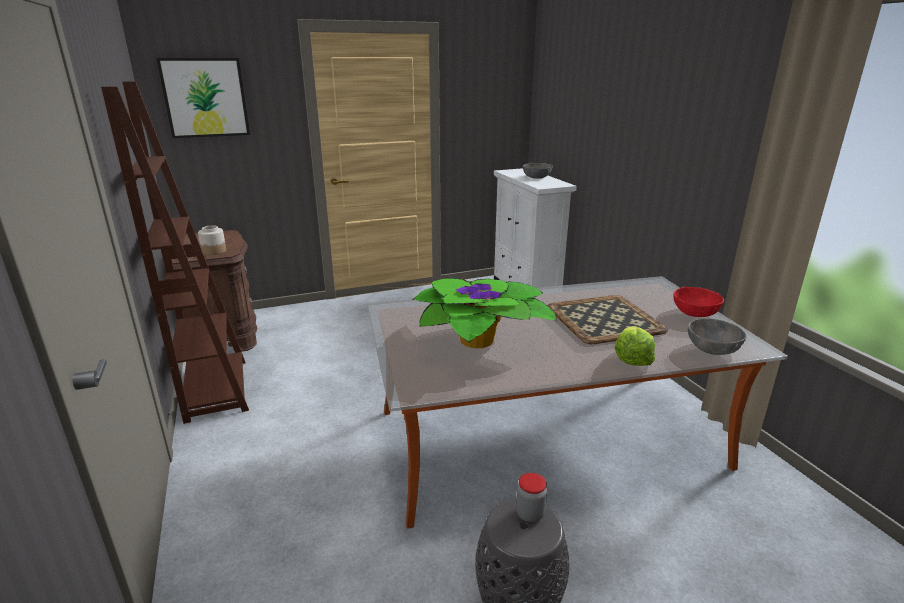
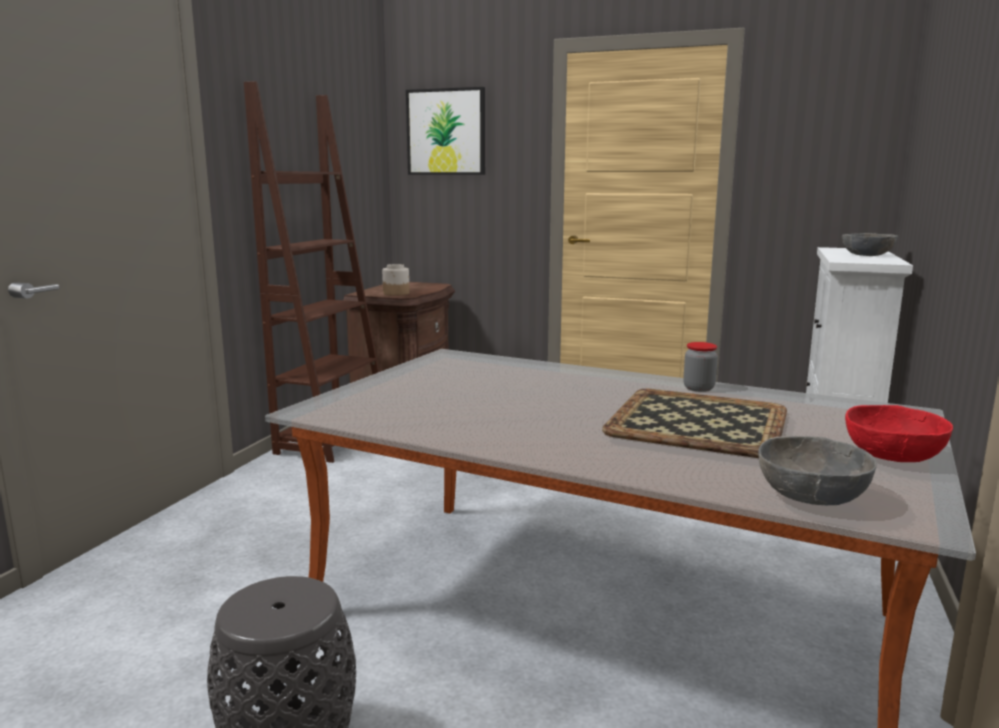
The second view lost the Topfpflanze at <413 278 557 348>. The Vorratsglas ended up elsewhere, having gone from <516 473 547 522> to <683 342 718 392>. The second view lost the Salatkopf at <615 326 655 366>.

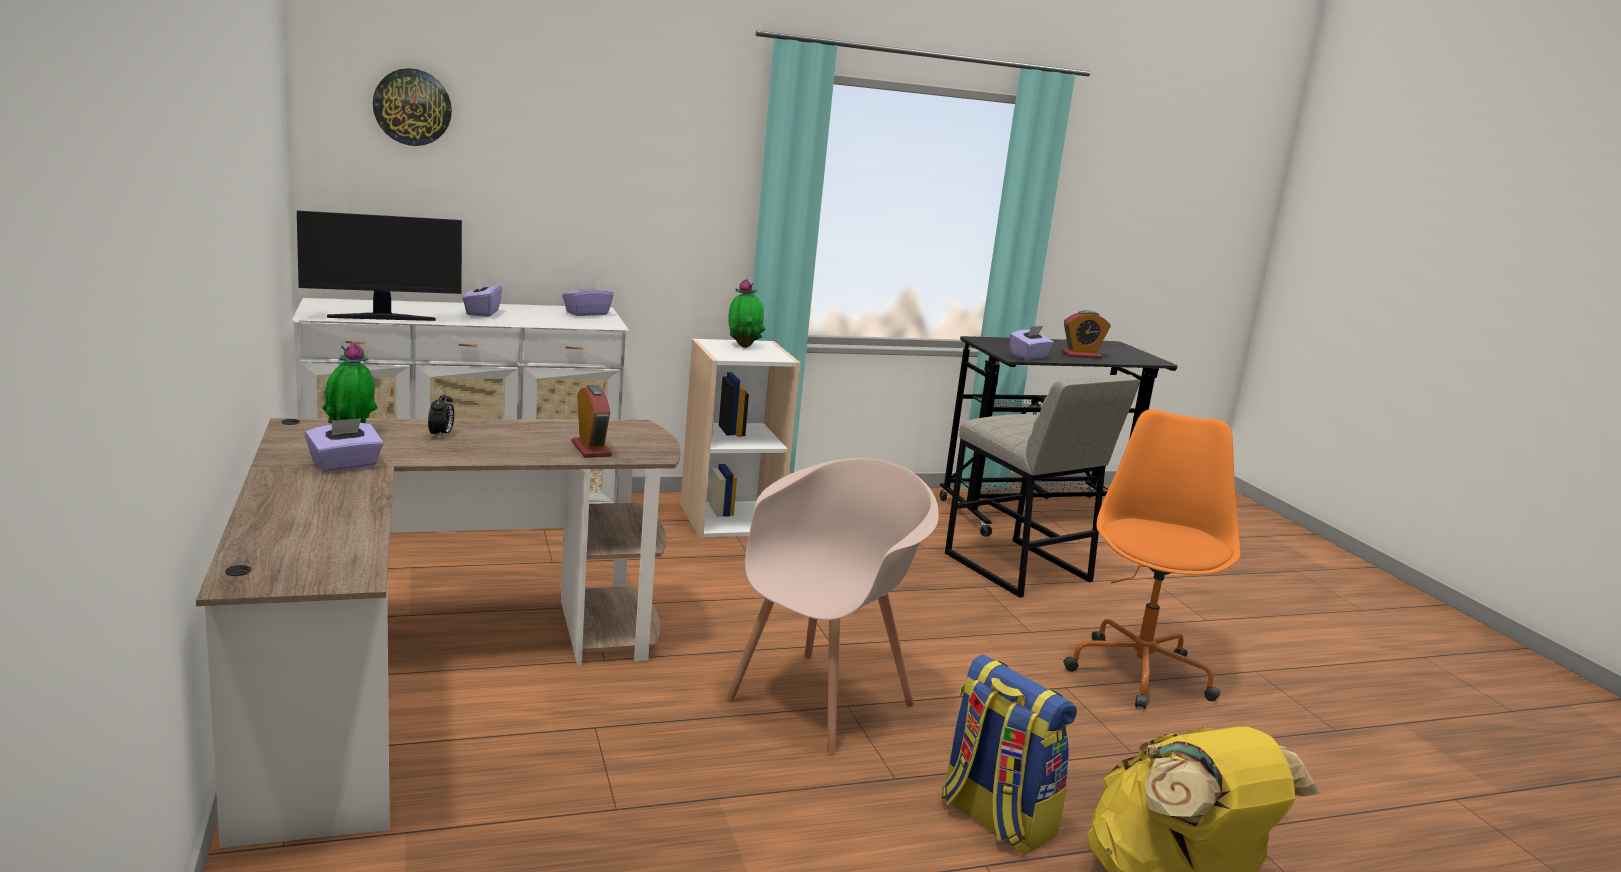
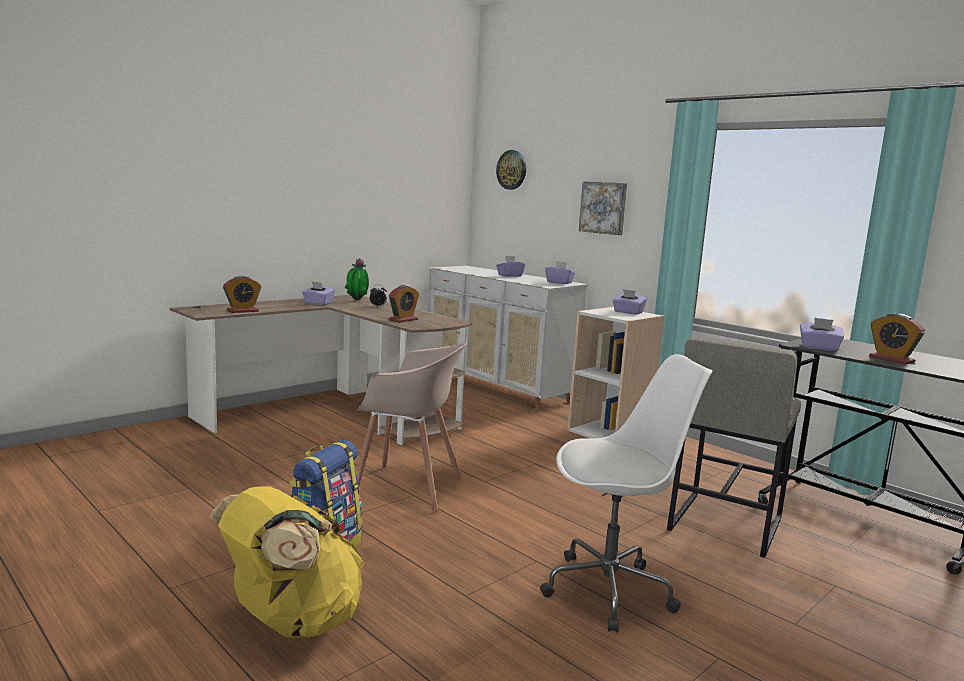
The second view lost the Monitor at <297 211 462 321>. Where the Topfpflanze stood at <728 279 766 348>, the Taschentuchbox/lila came to stand at <612 289 647 315>. What was the Bürostuhl/orange at <1063 409 1241 709> turned into the Bürostuhl/weiß at <540 354 712 633>. The second view gained the Wecker at <223 276 261 313>. The second view gained the Bild at <579 181 627 235>.

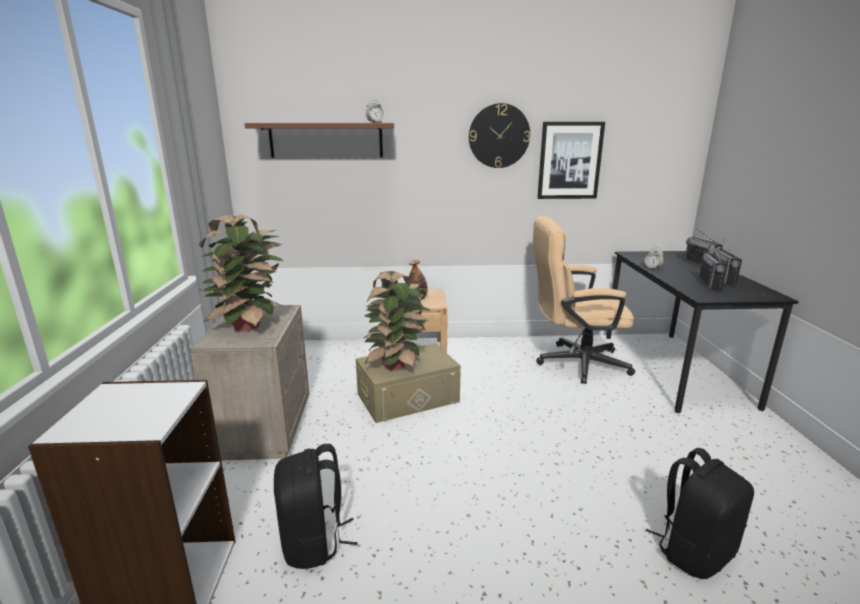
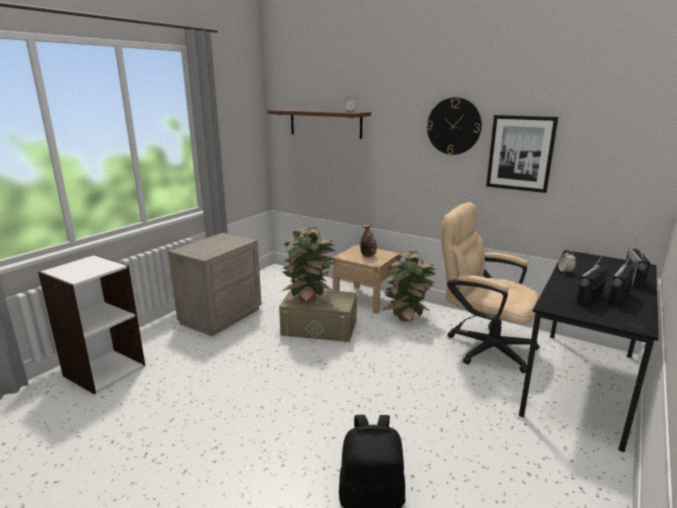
The Topfpflanze ended up elsewhere, having gone from <199 215 283 332> to <383 251 436 322>. The second view lost the Rucksack/schwarz at <274 444 358 569>.

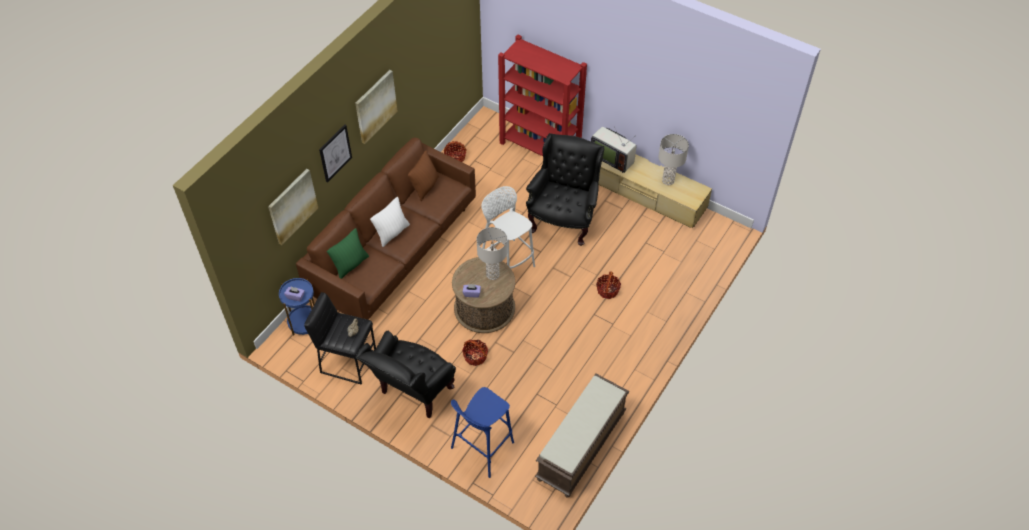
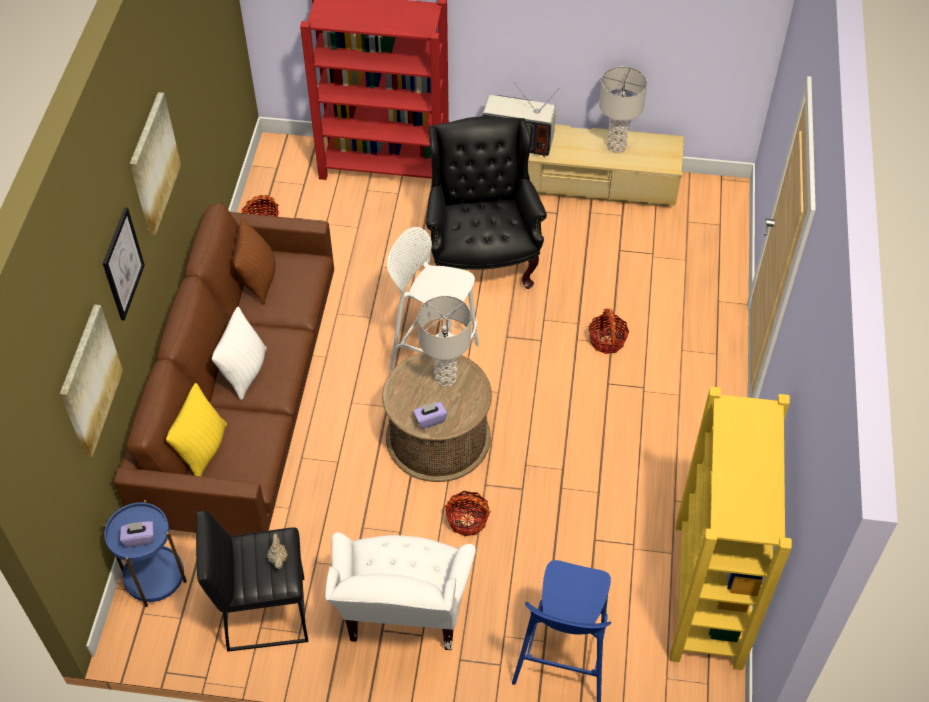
What was the Kissen/grün at <327 228 369 279> turned into the Kissen/gelb at <166 383 227 476>. What was the Sessel/schwarz at <355 331 456 418> turned into the Sessel/weiß at <325 532 476 650>. Where the Bank/braun stood at <535 374 630 497>, the Bücherregal/gelb came to stand at <670 387 792 670>.

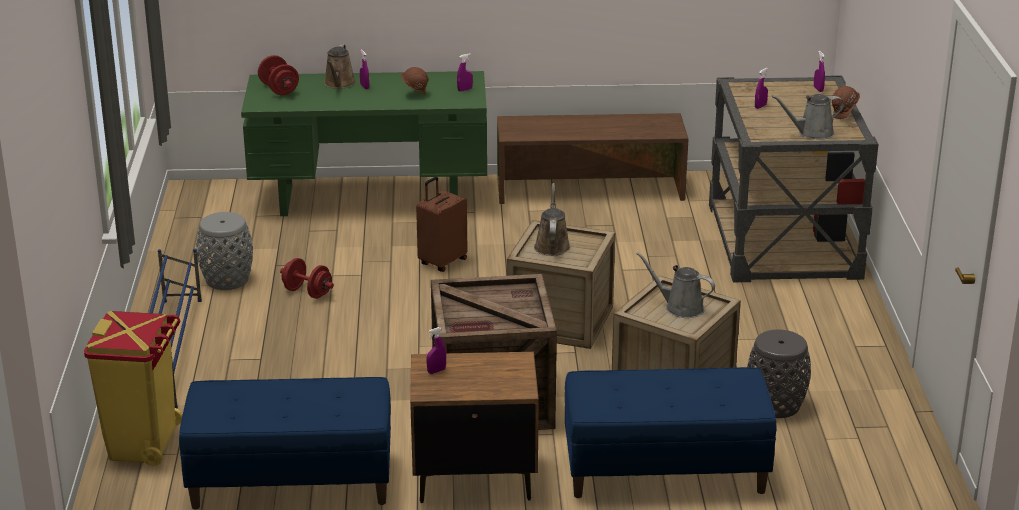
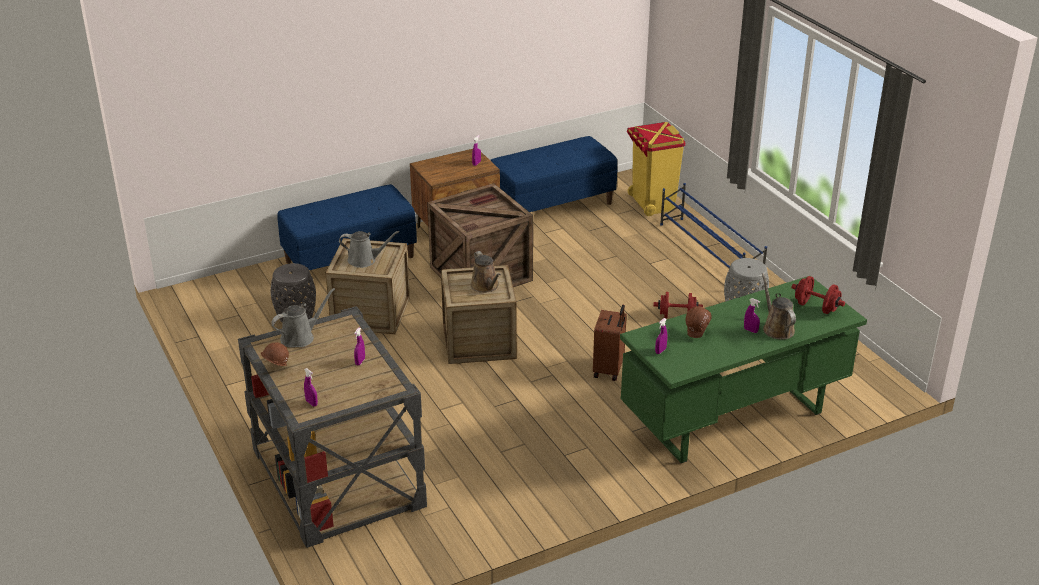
The second view lost the Bank/braun at <497 113 688 204>.

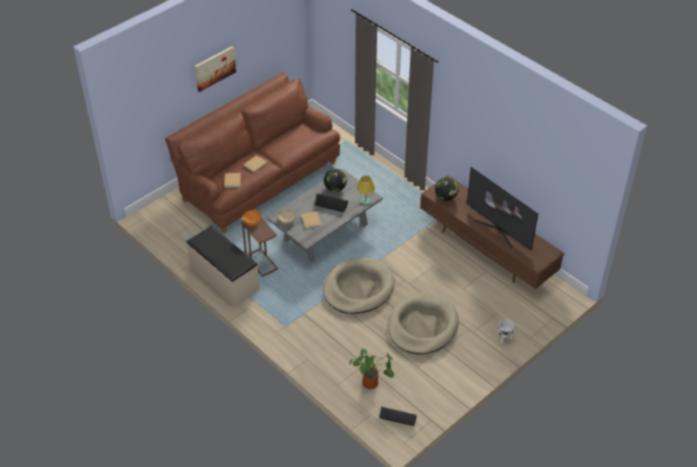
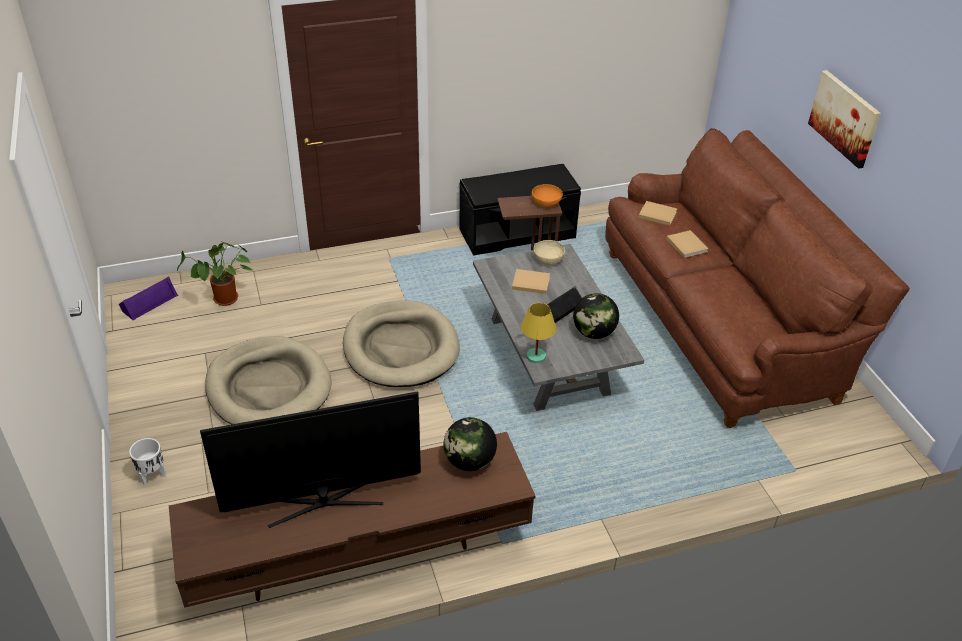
What was the Bank/beige at <186 226 260 307> turned into the Bank/schwarz at <459 164 581 256>. What was the Lautsprecher/schwarz at <379 407 417 426> turned into the Lautsprecher/lila at <119 277 178 320>.

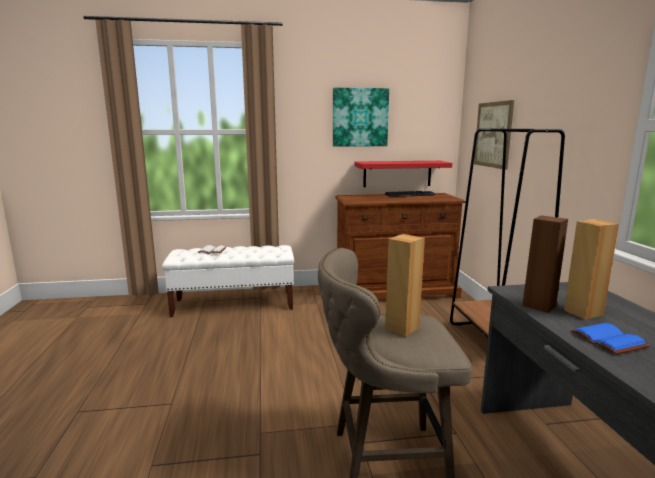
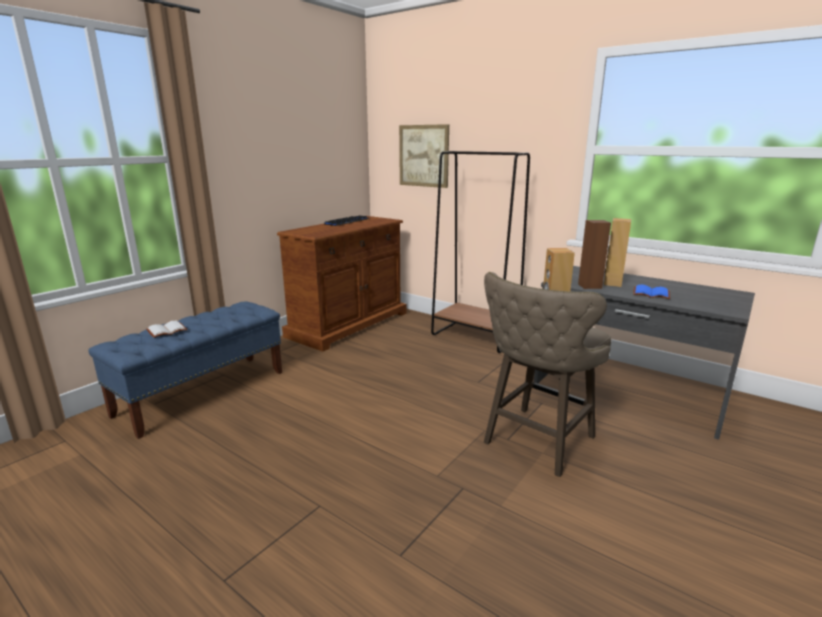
What was the Bank/weiß at <162 245 294 317> turned into the Bank/blau at <88 302 282 439>. The second view lost the Bild at <333 88 389 147>. The second view lost the Wandregal/rot at <354 161 452 187>.

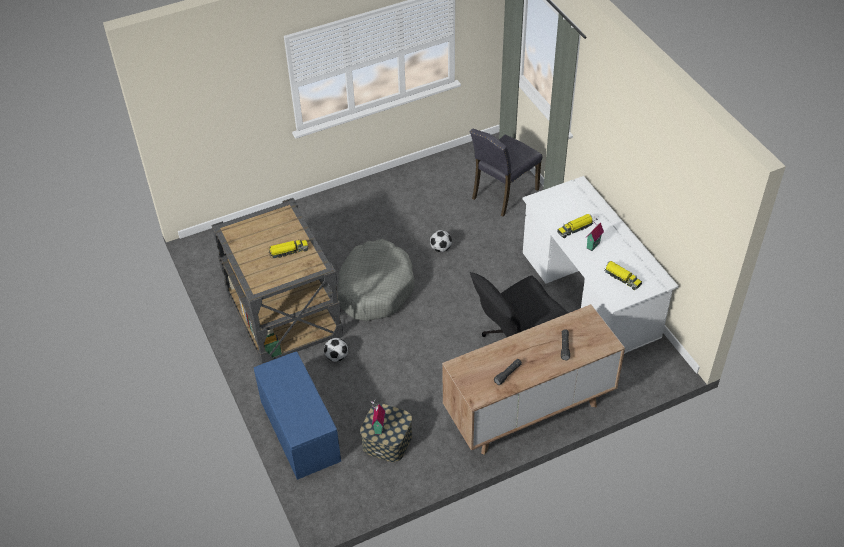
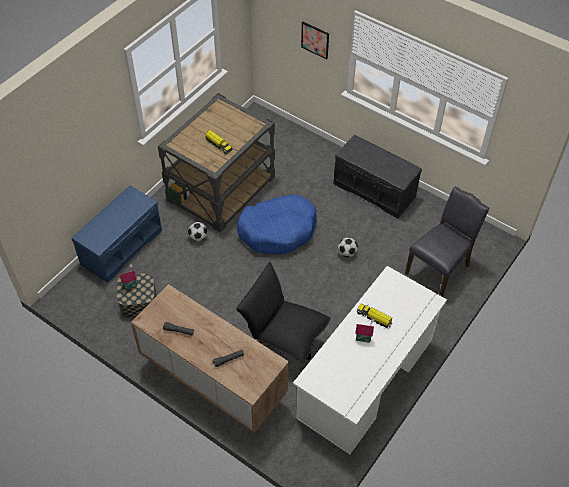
What was the Hundebett/grau at <338 239 415 321> turned into the Hundebett/blau at <237 195 317 254>. The Stuhl/grau at <470 129 542 217> ended up facing another way, 120 degrees clockwise from before. The second view lost the Spielzeuglaster at <604 261 642 290>. The second view gained the Bild at <301 22 329 59>. The second view gained the Bank/grau at <334 135 422 219>.

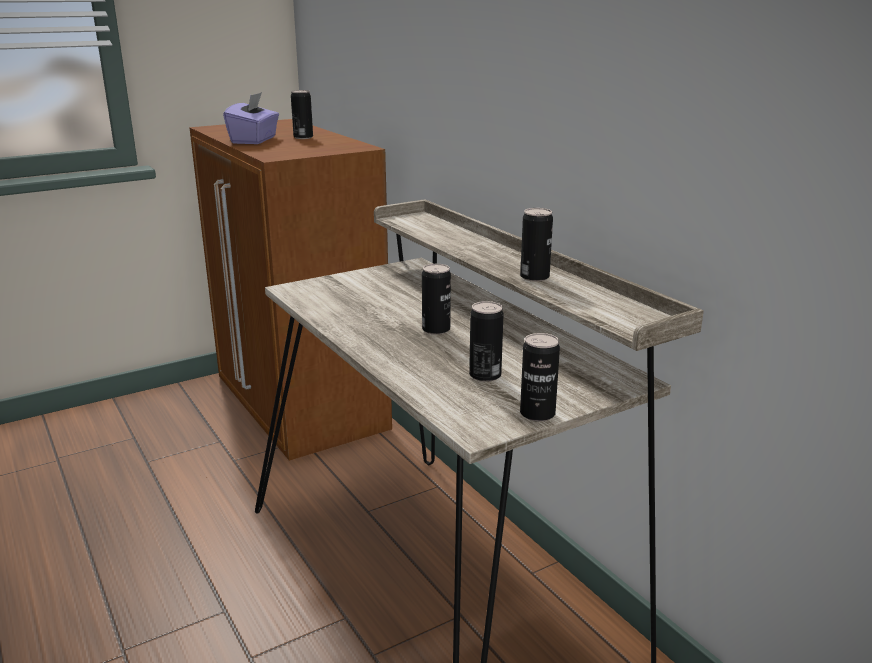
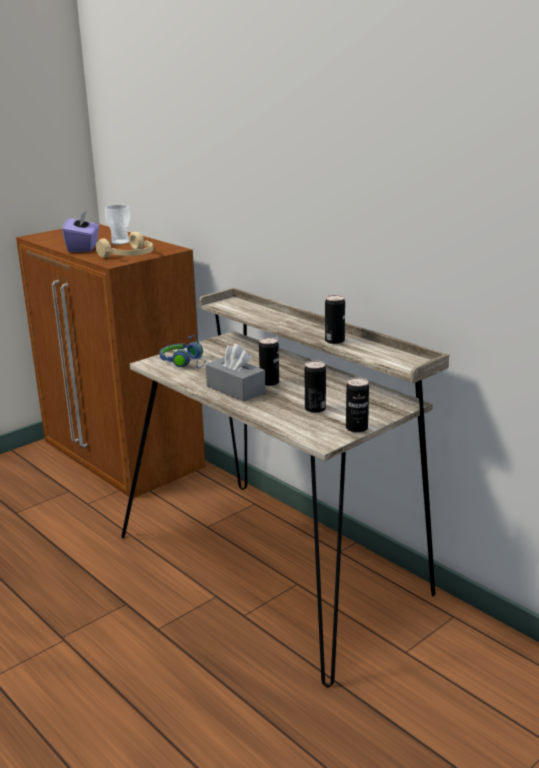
Where the Dose stood at <291 90 313 139>, the Tasse came to stand at <105 205 131 245>. The second view gained the Kopfhörer/beige at <96 232 153 258>. The second view gained the Kopfhörer/blau at <159 334 206 368>. The second view gained the Taschentuchbox/grau at <206 344 266 401>.

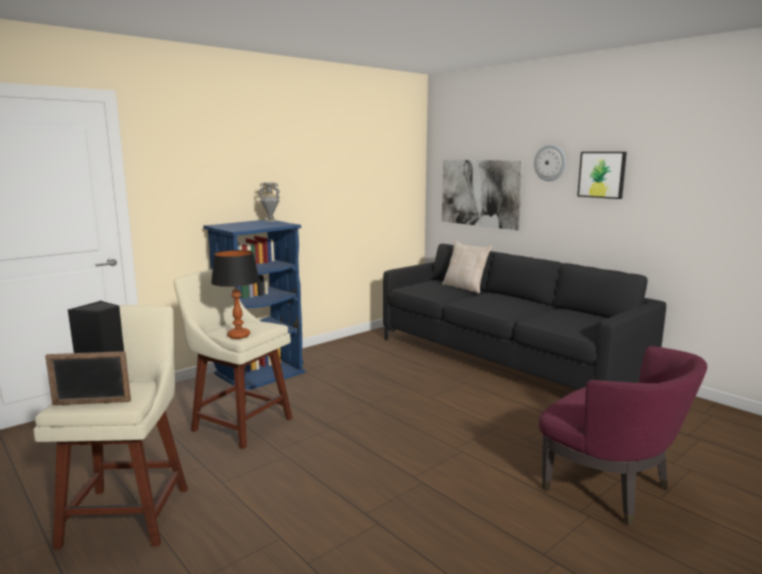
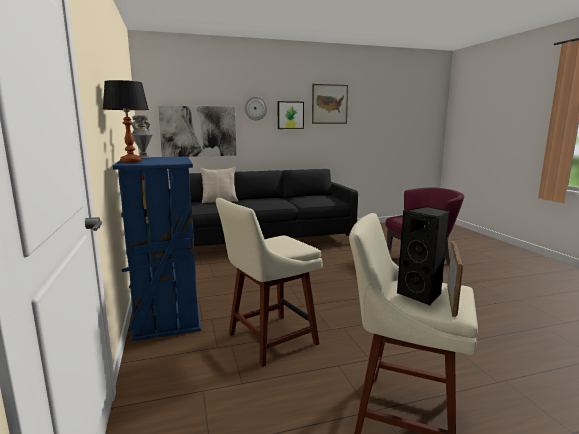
The Tischlampe ended up elsewhere, having gone from <211 250 260 339> to <103 80 149 163>. The second view gained the Bild at <312 84 348 124>.

